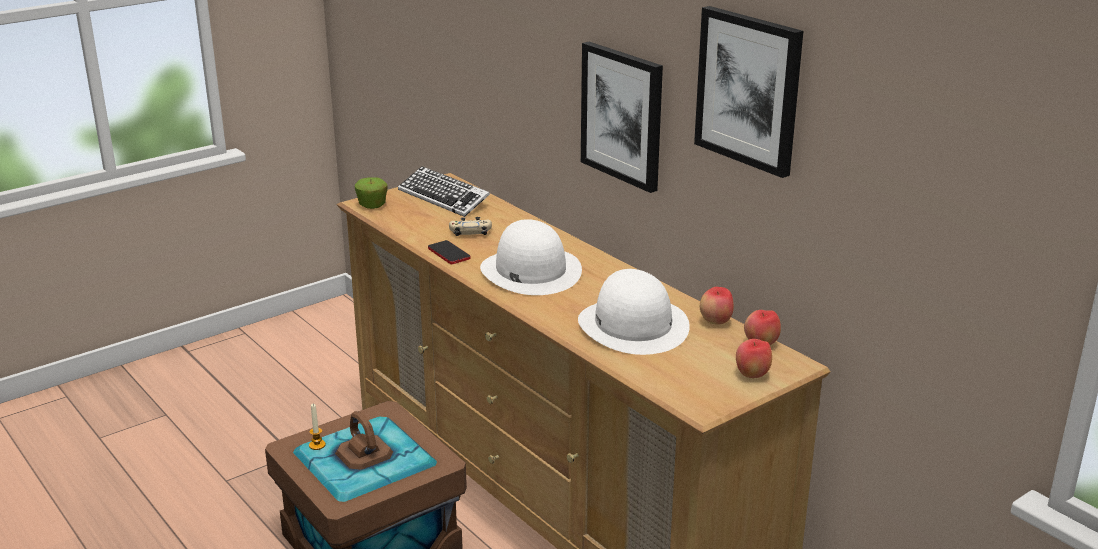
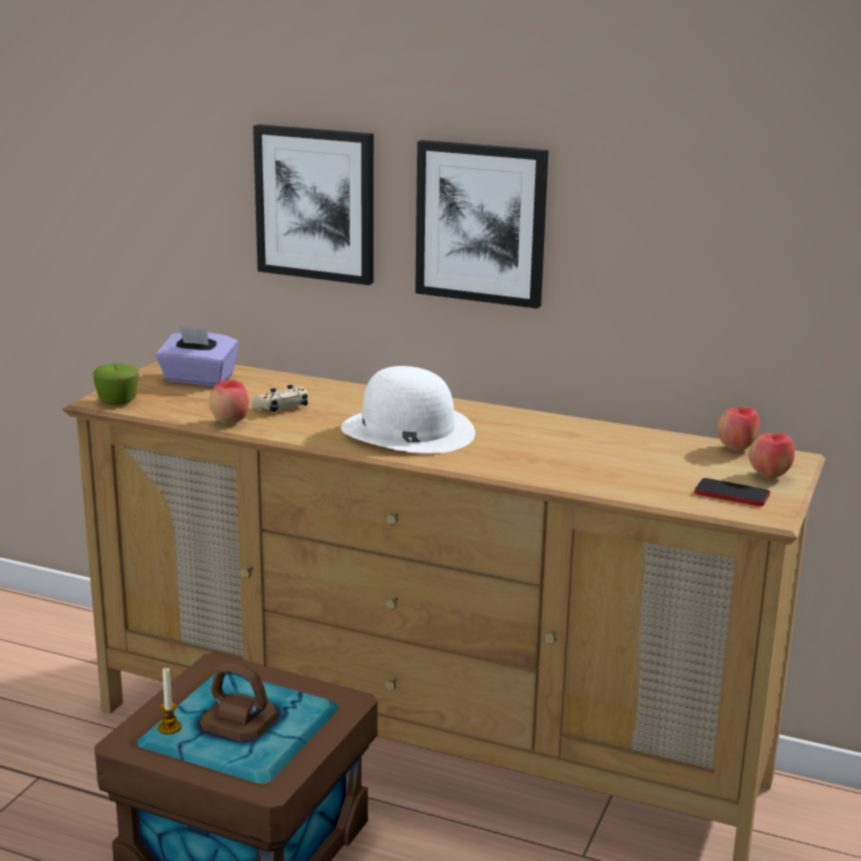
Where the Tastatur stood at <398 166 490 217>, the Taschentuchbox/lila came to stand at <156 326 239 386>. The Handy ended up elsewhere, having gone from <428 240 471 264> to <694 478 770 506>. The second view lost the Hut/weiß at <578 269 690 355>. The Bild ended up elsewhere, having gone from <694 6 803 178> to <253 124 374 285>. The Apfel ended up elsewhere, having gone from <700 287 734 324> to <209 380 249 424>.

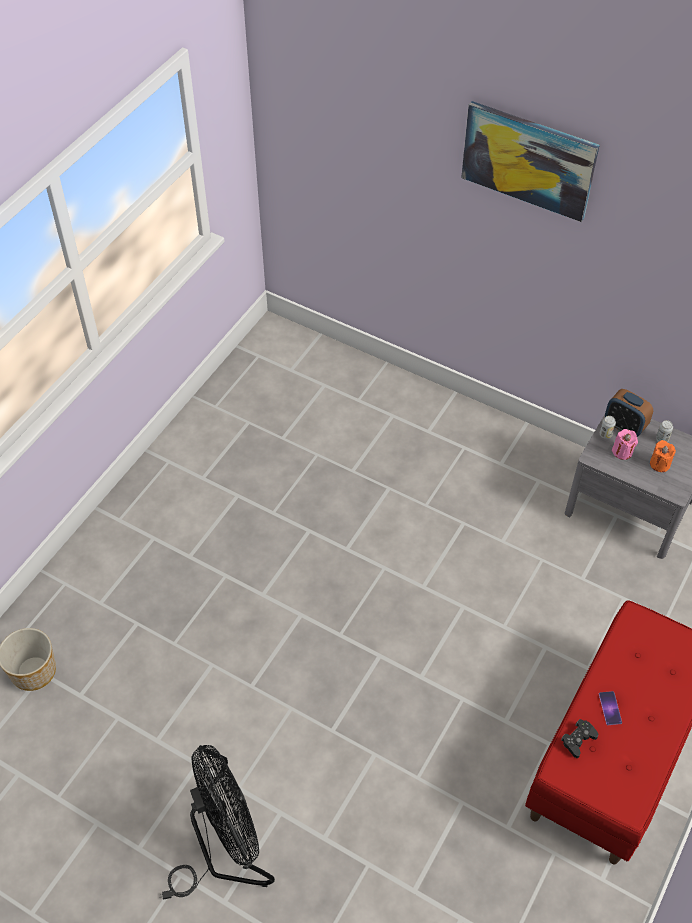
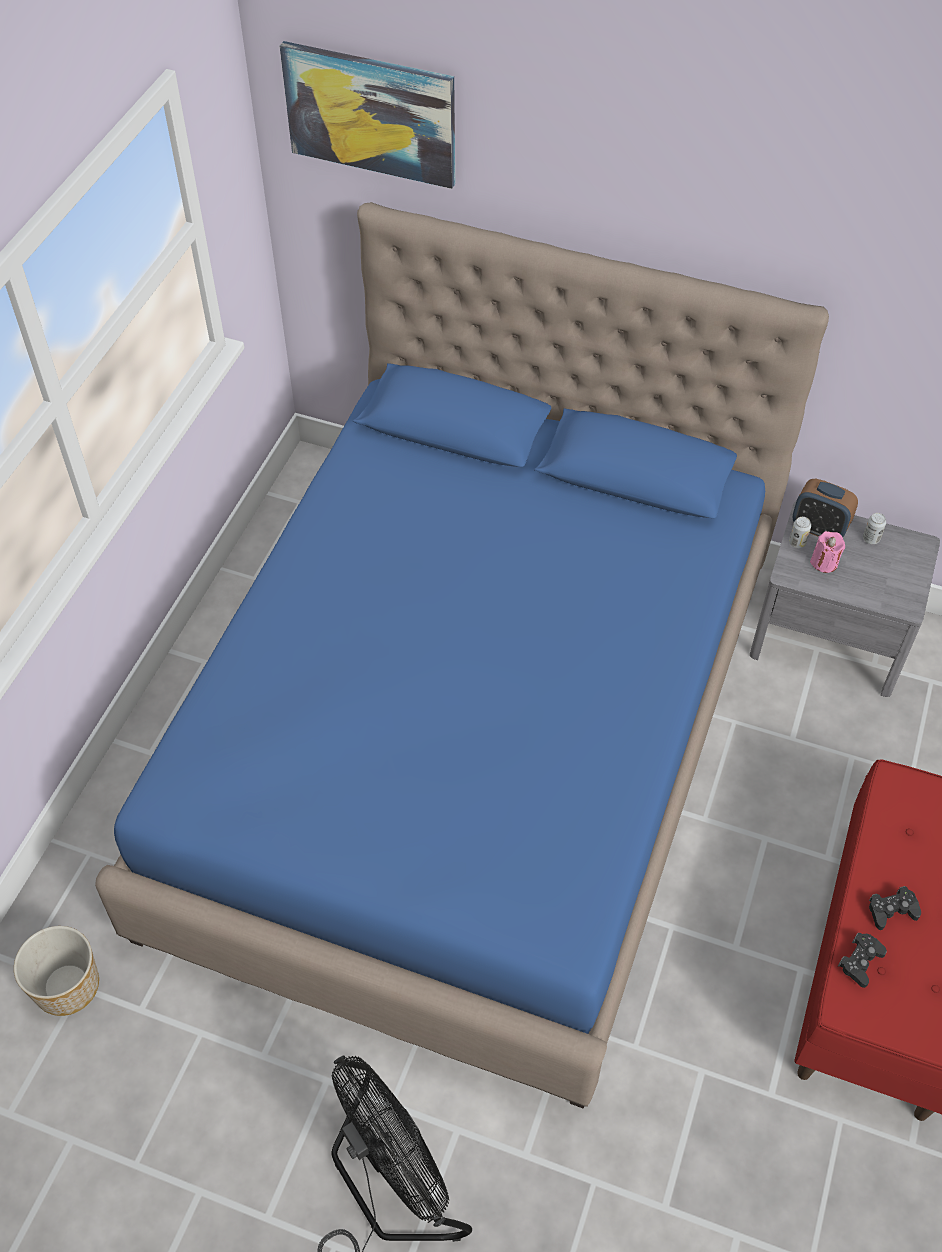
The Bild ended up elsewhere, having gone from <461 101 600 222> to <280 41 455 189>. Where the Handy stood at <599 691 622 725>, the Gamepad/schwarz came to stand at <869 886 921 930>. The second view lost the Kerze/orange at <650 440 676 472>. The second view gained the Bett/blau at <95 202 829 1108>.

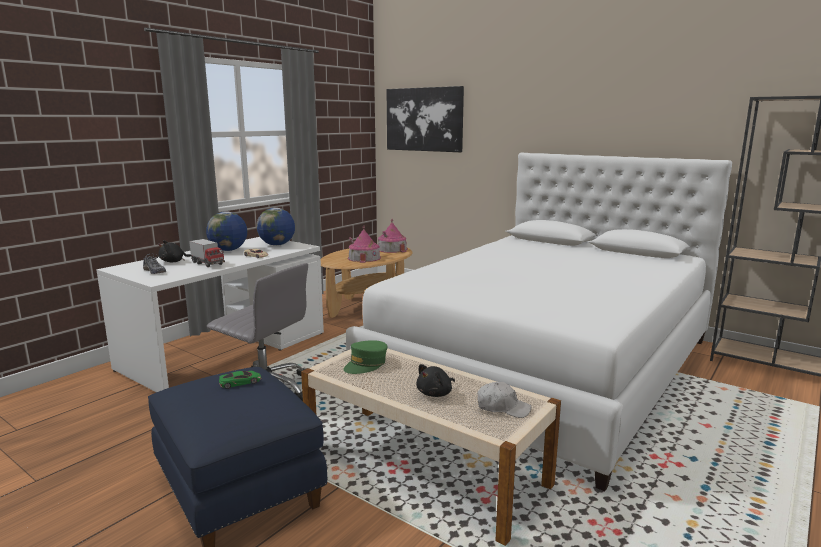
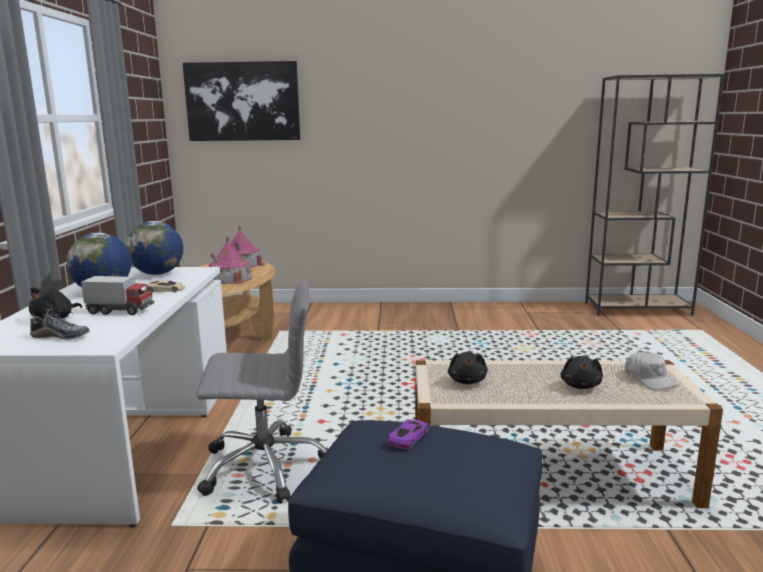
What was the Spielzeugauto/grün at <219 371 261 389> turned into the Spielzeugauto/lila at <388 419 429 449>. Where the Kappe/grün stood at <343 340 388 374>, the Plüschtier/schwarz came to stand at <448 352 488 384>. The second view lost the Bett/weiß at <346 153 732 491>. The Kappe/weiß at <478 382 531 418> ended up facing another way, 90 degrees clockwise from before.

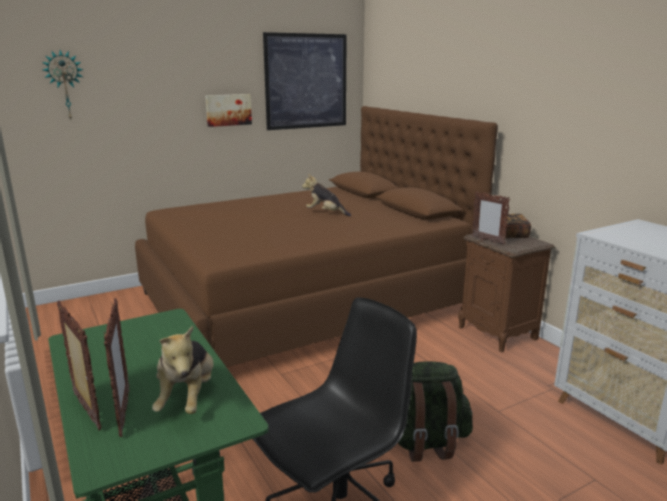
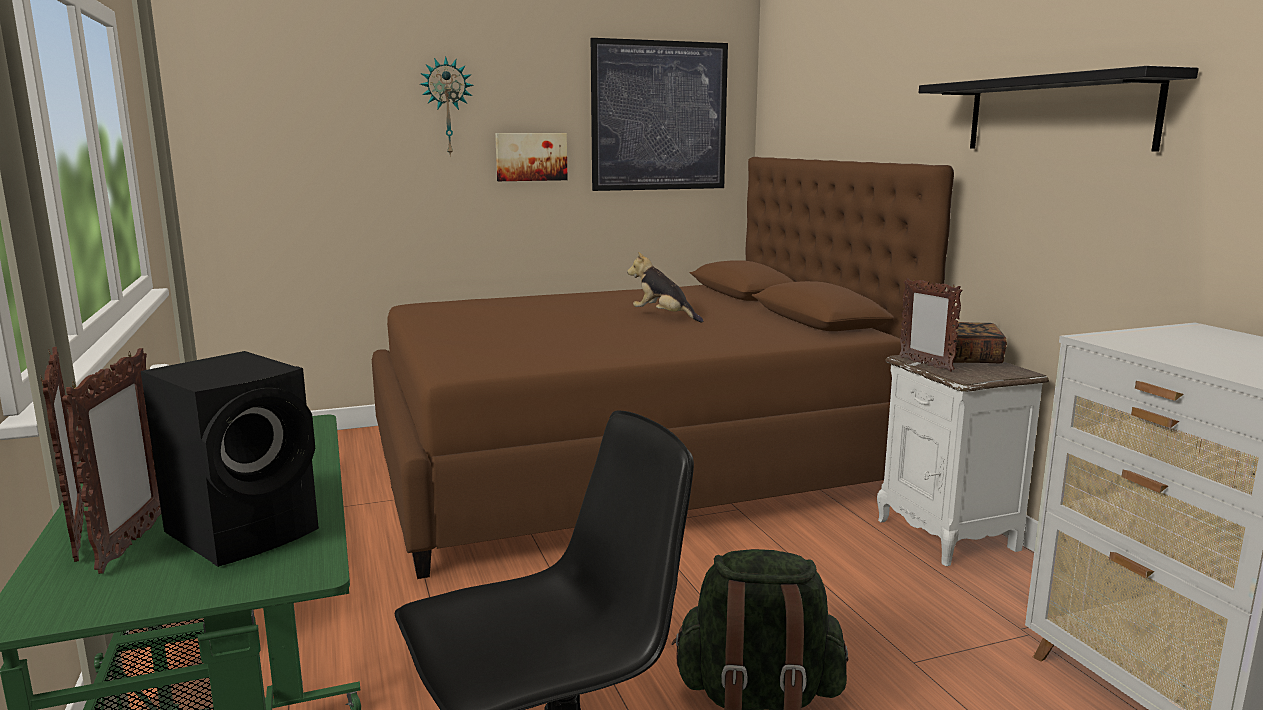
The Wanduhr ended up elsewhere, having gone from <42 50 84 120> to <420 56 474 157>. Where the Plüschtier stood at <152 326 214 414>, the Lautsprecher/schwarz came to stand at <141 351 319 567>. What was the Nachttisch/braun at <458 234 555 353> turned into the Nachttisch/weiß at <877 354 1049 566>. The second view gained the Wandregal/schwarz at <919 66 1199 152>.

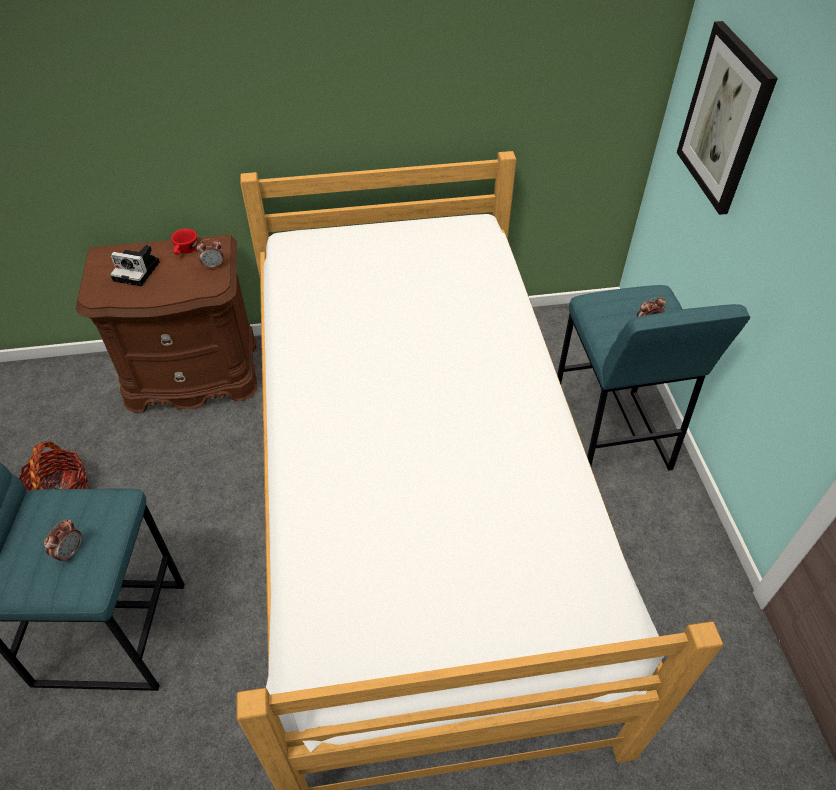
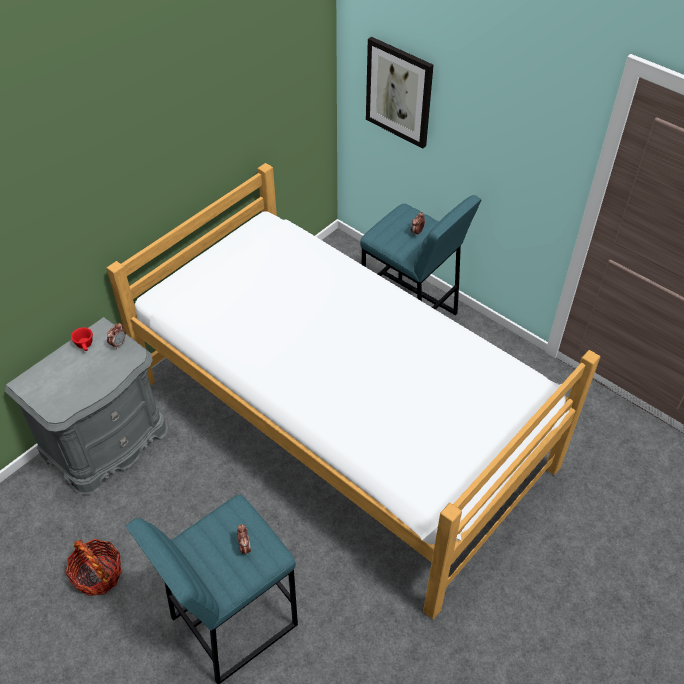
What was the Nachttisch/braun at <76 235 257 413> turned into the Nachttisch/grau at <5 317 168 495>. The second view lost the Kamera at <110 245 160 286>.

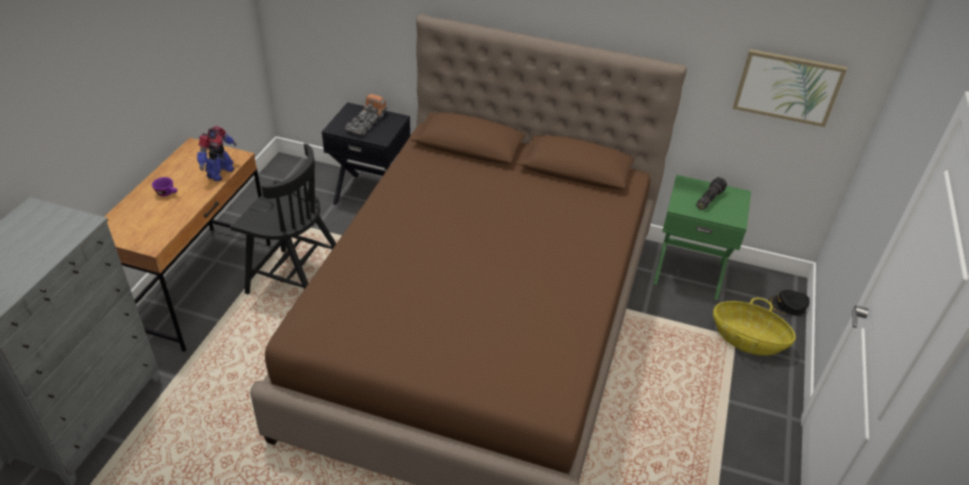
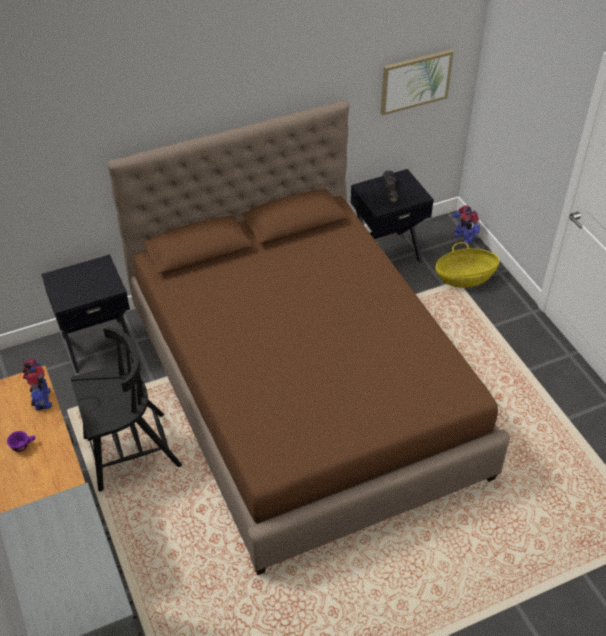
The second view lost the Spielzeuglaster at <345 94 387 136>. What was the Nachttisch/grün at <653 175 751 300> turned into the Nachttisch/schwarz at <350 169 434 263>. Where the Kappe/schwarz stood at <768 290 810 316>, the Spielzeugroboter came to stand at <451 205 480 245>.

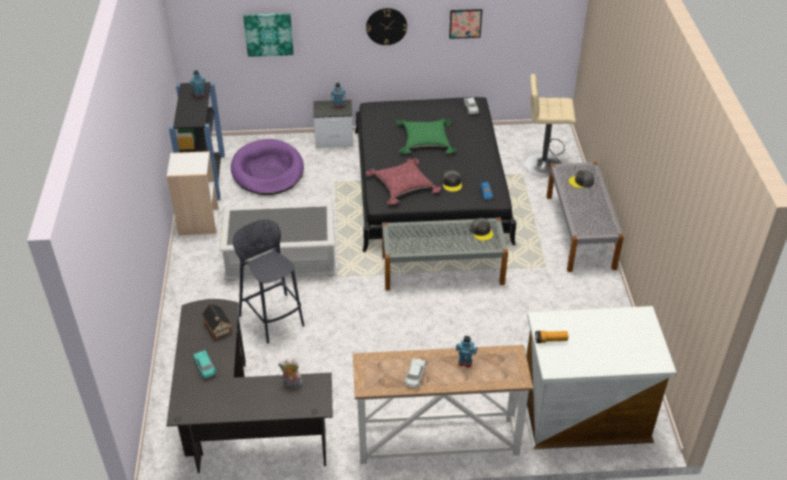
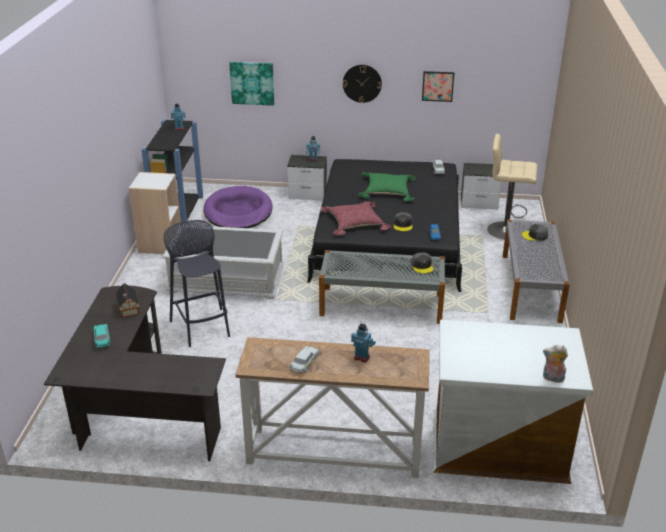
The Plüschtier ended up elsewhere, having gone from <278 359 302 388> to <543 345 568 383>. The second view lost the Taschenlampe at <535 331 568 343>. The second view gained the Nachttisch at <461 163 501 210>.

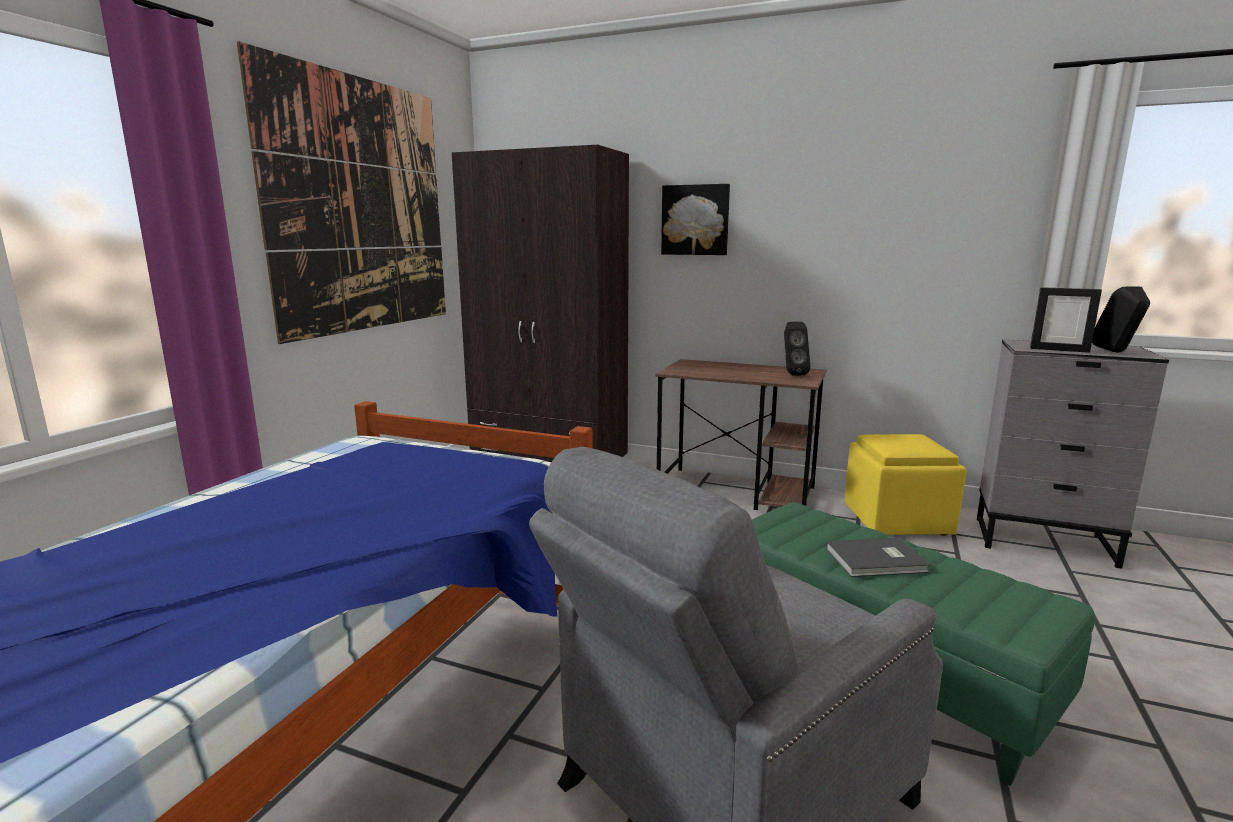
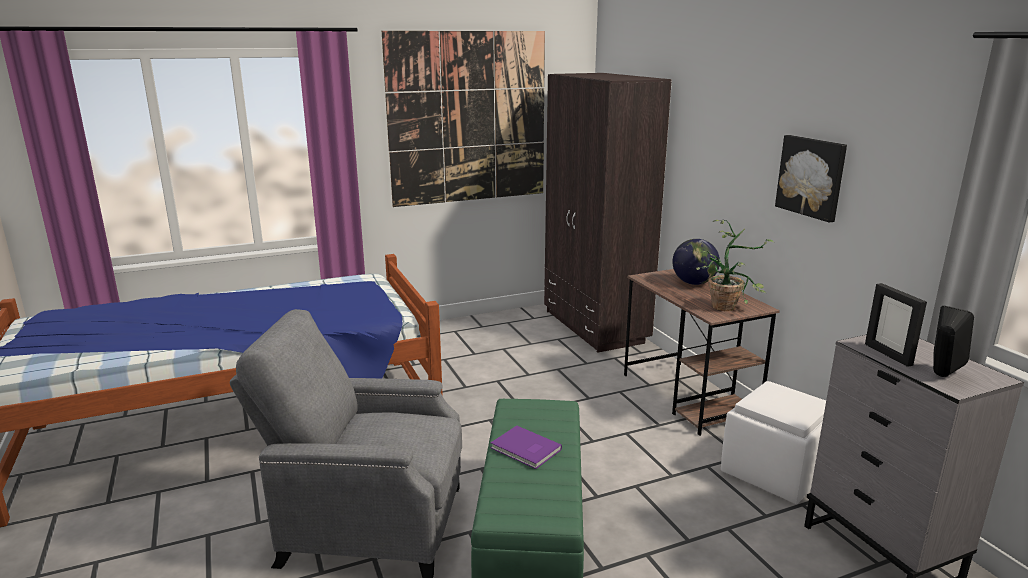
The Bild ended up elsewhere, having gone from <661 184 730 255> to <775 135 847 223>. Where the Lautsprecher/schwarz stood at <784 322 811 376>, the Topfpflanze came to stand at <696 220 773 311>. What was the Buch/grau at <826 538 931 577> turned into the Buch/lila at <491 426 562 469>. What was the Polsterhocker/gelb at <845 434 966 536> turned into the Polsterhocker/weiß at <721 381 826 504>. The second view gained the Globus at <672 239 720 285>.

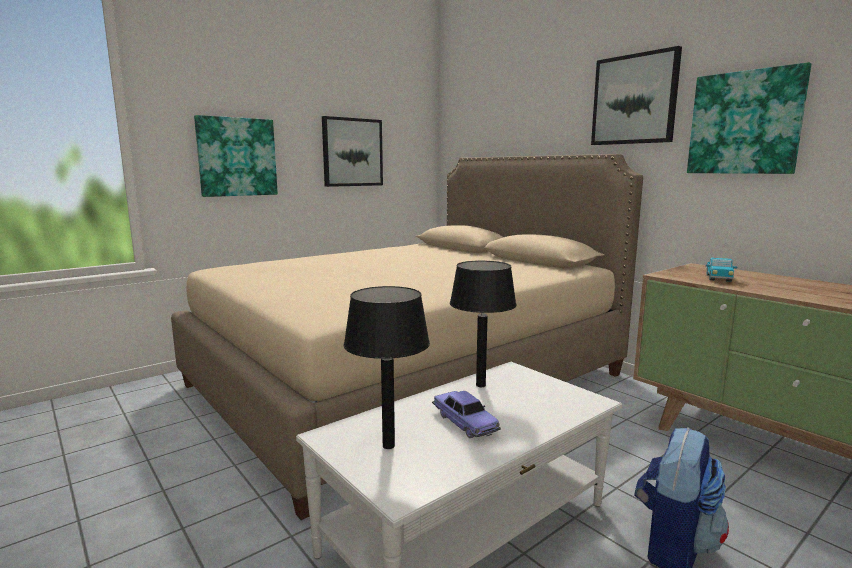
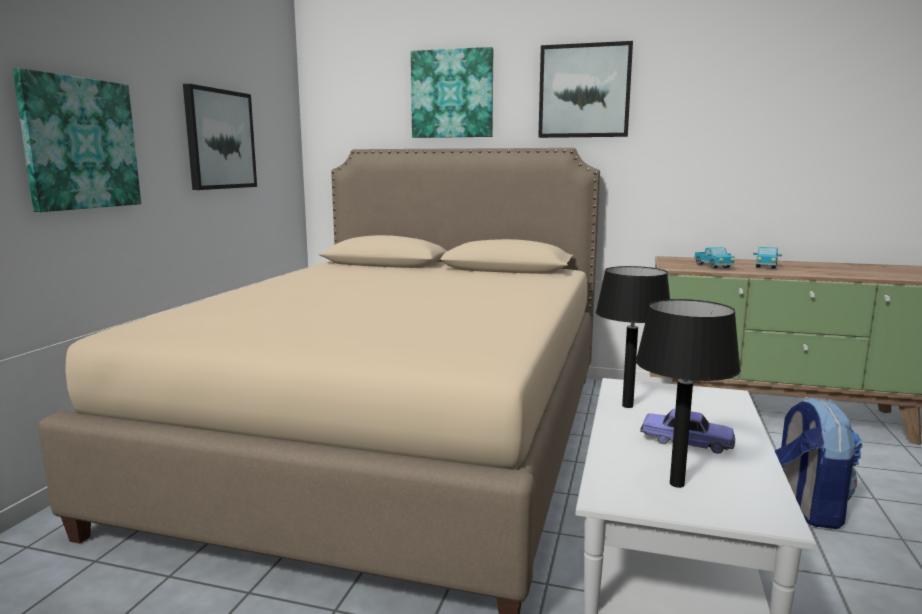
The Bild ended up elsewhere, having gone from <687 62 811 174> to <411 47 493 138>. The second view gained the Spielzeuglaster at <753 247 782 269>.

